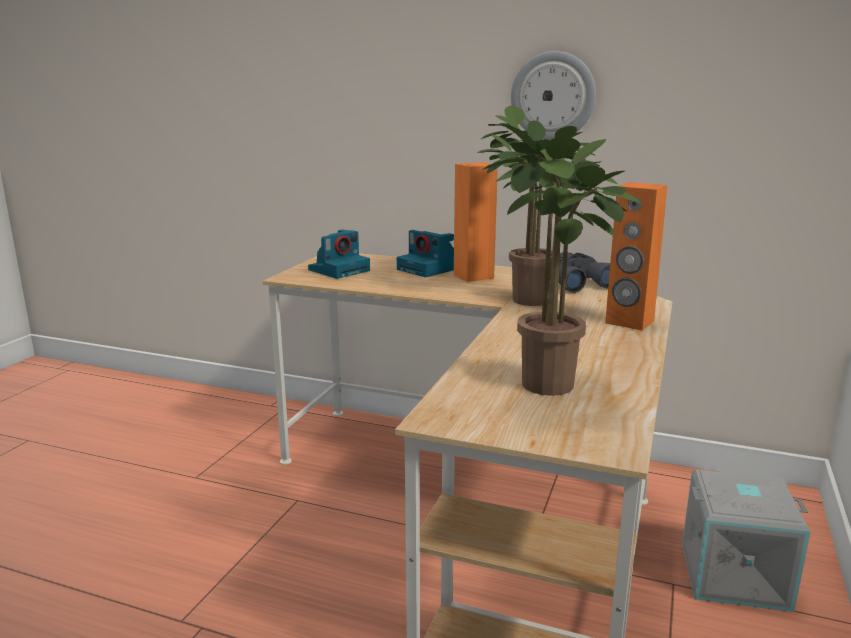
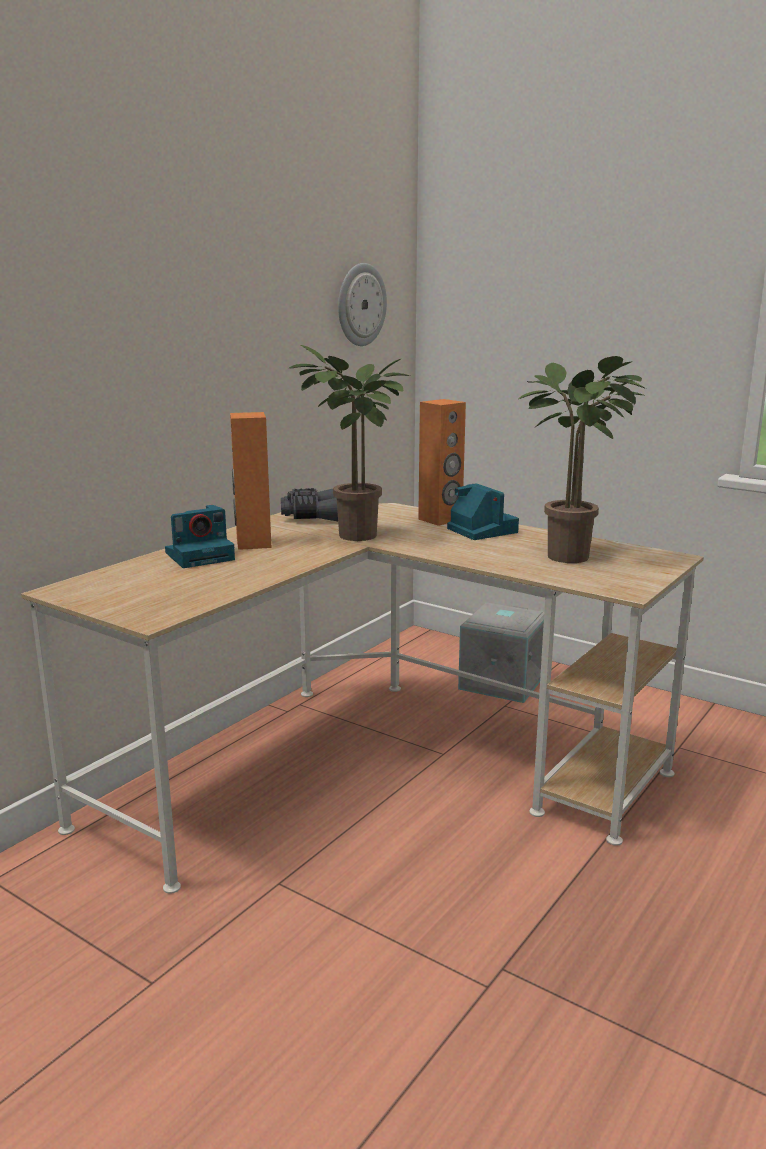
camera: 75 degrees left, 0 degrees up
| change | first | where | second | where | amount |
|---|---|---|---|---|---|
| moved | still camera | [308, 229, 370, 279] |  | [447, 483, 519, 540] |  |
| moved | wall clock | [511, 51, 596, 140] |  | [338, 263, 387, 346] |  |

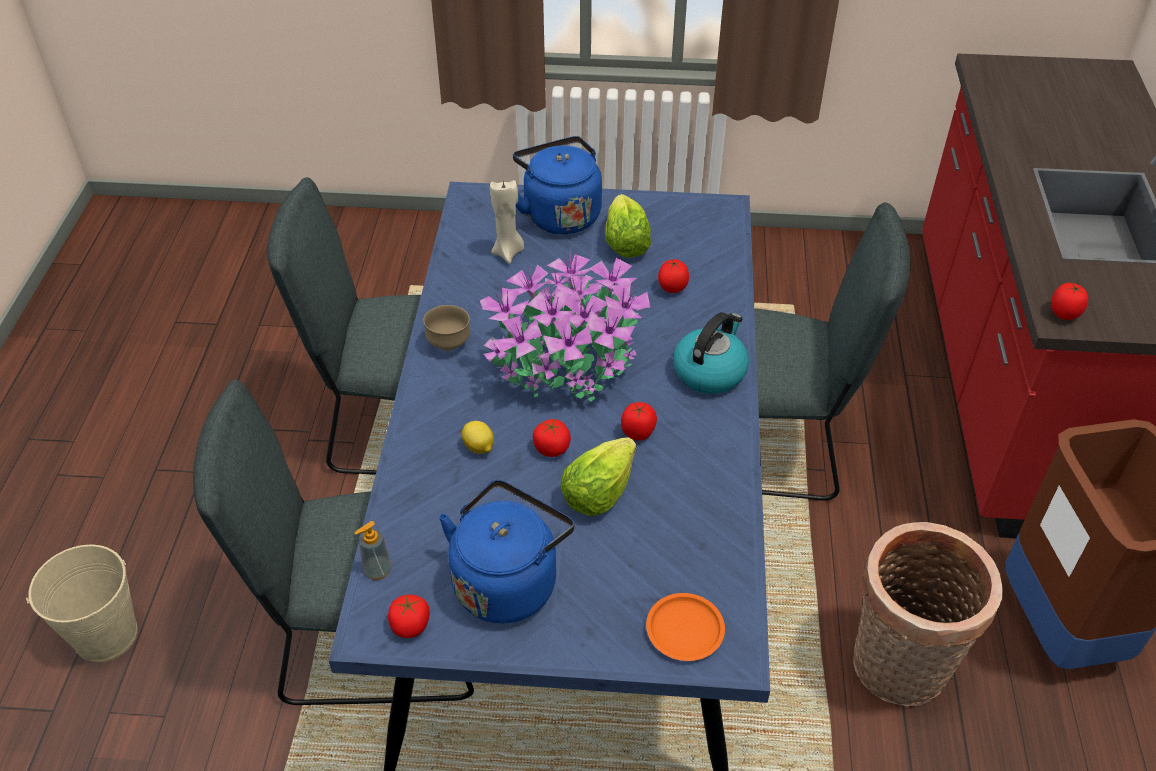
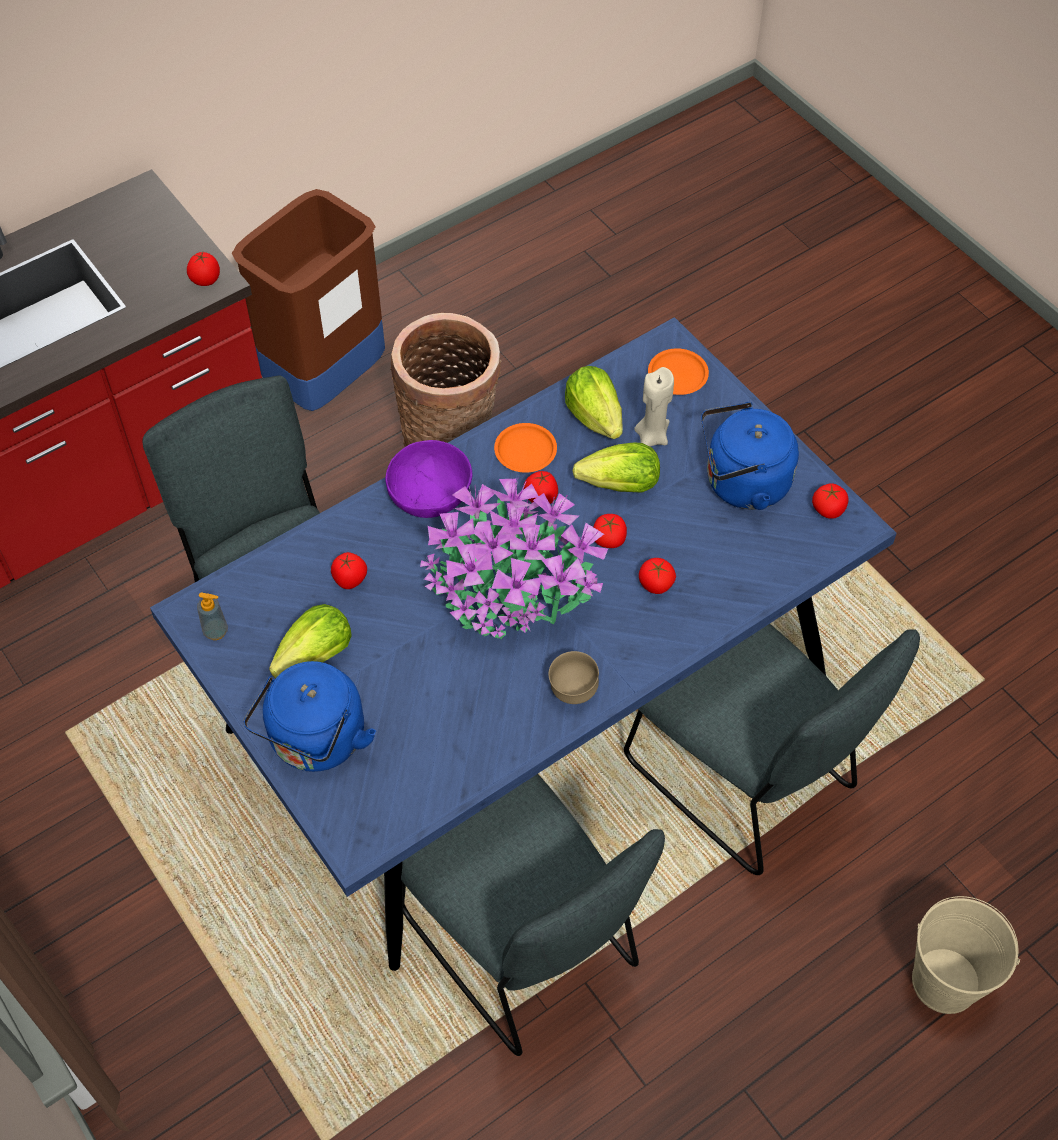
camera: 130 degrees left, 10 degrees up
| change | first | where | second | where | amount |
|---|---|---|---|---|---|
| added |  |  | dinner plate/orangey | [494, 423, 557, 473] |  |
| added |  |  | lettuce head | [565, 366, 623, 439] |  |
| moved | soap bottle | [355, 521, 391, 580] |  | [197, 592, 228, 640] |  |
| moved | candle/beige | [490, 180, 524, 264] |  | [634, 367, 674, 447] |  |
| replaced | lemon | [461, 421, 494, 454] | whole tomato | [639, 558, 676, 594] |  |
| replaced | water kettle | [673, 312, 749, 394] | deep dish/purple-coloured | [385, 440, 472, 518] |  |

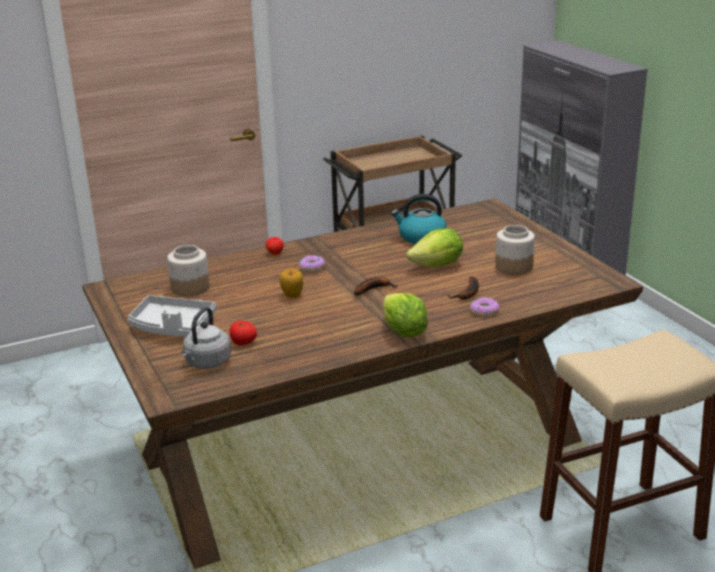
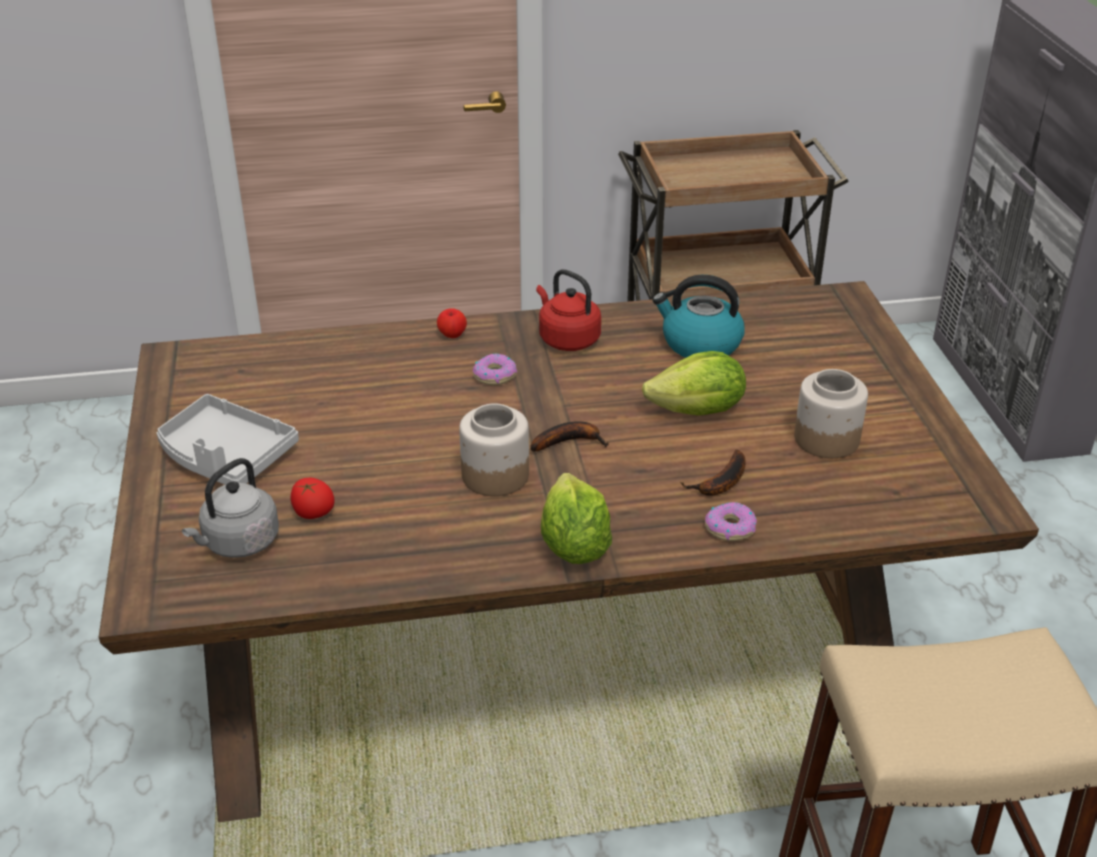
camera: 15 degrees right, 10 degrees up
| change | first | where | second | where | amount |
|---|---|---|---|---|---|
| removed | apple | [280, 269, 303, 298] |  |  |  |
| added |  |  | water kettle/red | [536, 269, 601, 351] |  |
| moved | storage jar | [167, 245, 209, 296] |  | [459, 403, 529, 496] |  |

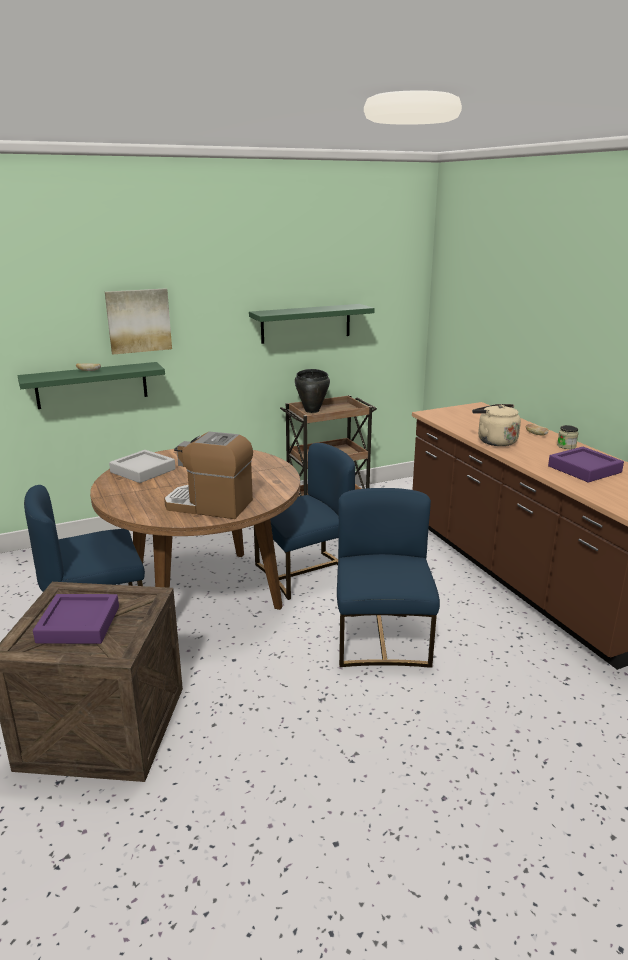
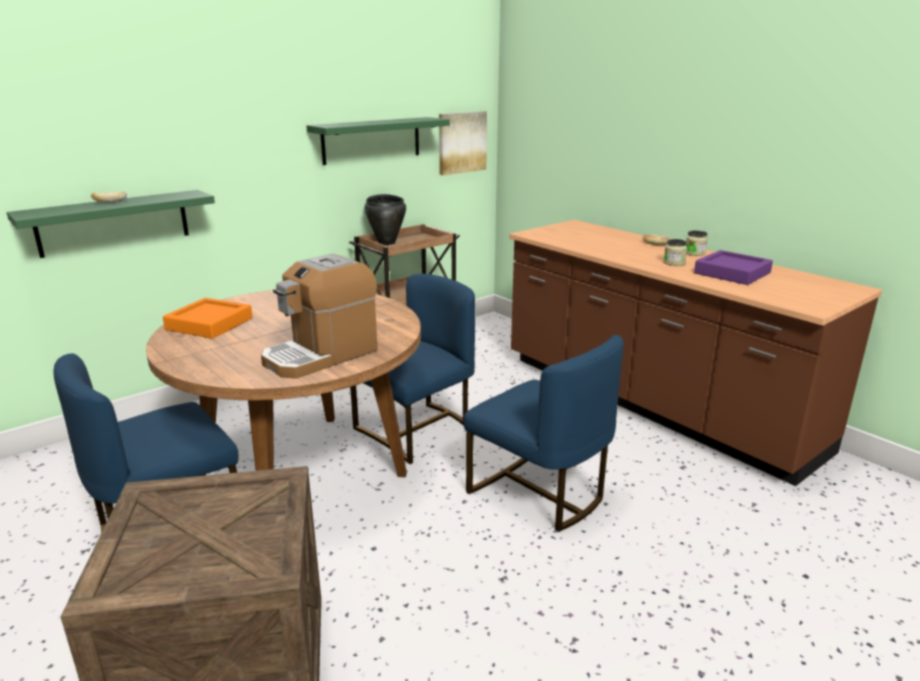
camera: 15 degrees left, 0 degrees up
| change | first | where | second | where | amount |
|---|---|---|---|---|---|
| removed | tray/purple-coloured | [33, 594, 119, 644] |  |  |  |
| removed | water kettle/beige | [472, 404, 521, 446] |  |  |  |
| added |  |  | storage jar | [664, 239, 687, 266] |  |
| moved | wall picture | [105, 288, 172, 354] |  | [439, 111, 487, 175] |  |
| recoloured | tray/gray | [109, 450, 176, 483] | tray/orangey | [163, 298, 253, 339] |  |
| turned | coffee maker | [164, 431, 253, 519] |  | [261, 254, 377, 379] | 45 degrees counterclockwise |
| turned | chair/bluish | [337, 488, 440, 668] |  | [463, 335, 624, 532] | 150 degrees clockwise |

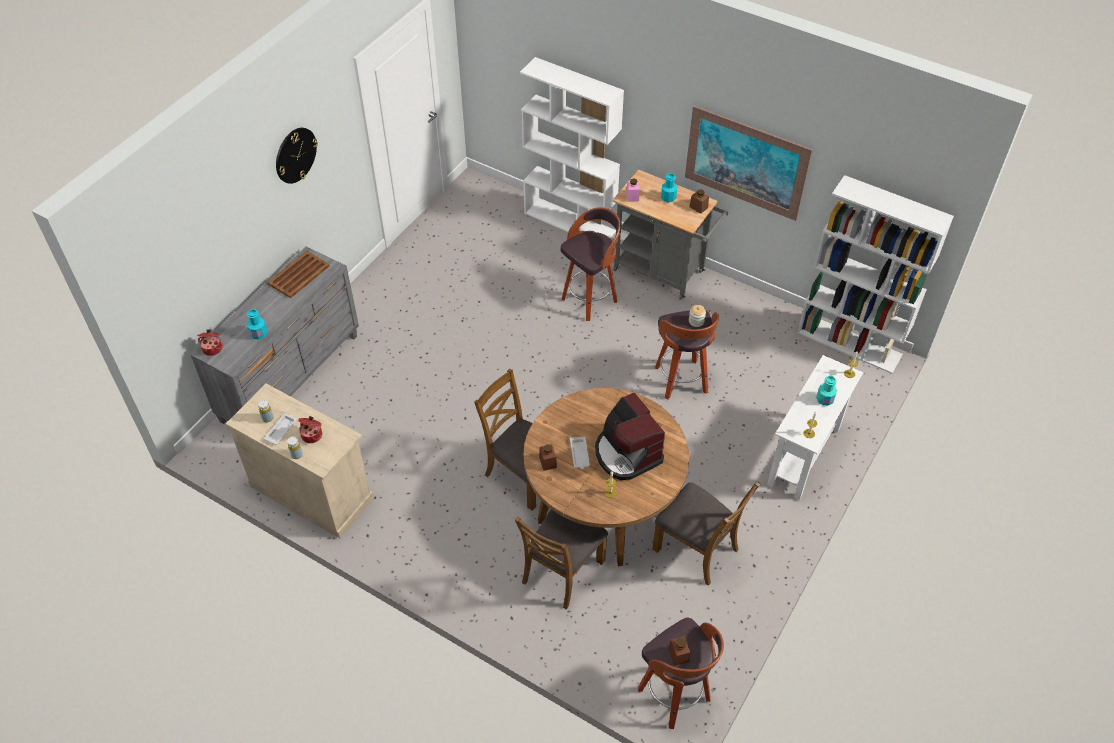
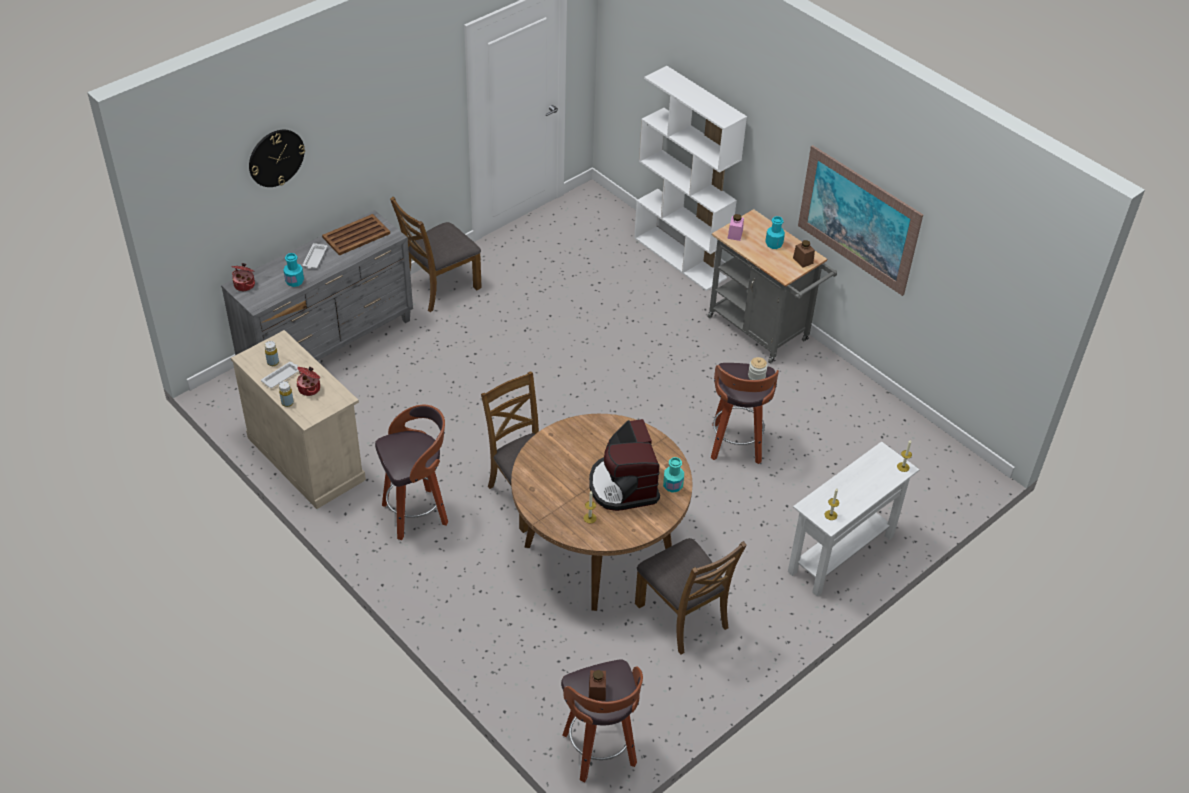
camera: 15 degrees right, 5 degrees down
| change | first | where | second | where | amount |
|---|---|---|---|---|---|
| removed | storage jar/brown-coloured | [539, 444, 557, 471] |  |  |  |
| removed | bookcase/white-coloured | [797, 175, 954, 374] |  |  |  |
| moved | wall clock | [276, 128, 318, 184] |  | [249, 130, 305, 187] |  |
| moved | chair/brown-coloured | [515, 509, 608, 610] |  | [390, 197, 482, 312] |  |
| moved | stool seat | [560, 207, 620, 321] |  | [375, 405, 448, 540] |  |
| moved | tray/white-coloured | [570, 437, 590, 469] |  | [303, 243, 327, 269] |  |
| moved | beverage bottle/turquoise | [816, 376, 837, 406] |  | [663, 457, 684, 493] |  |

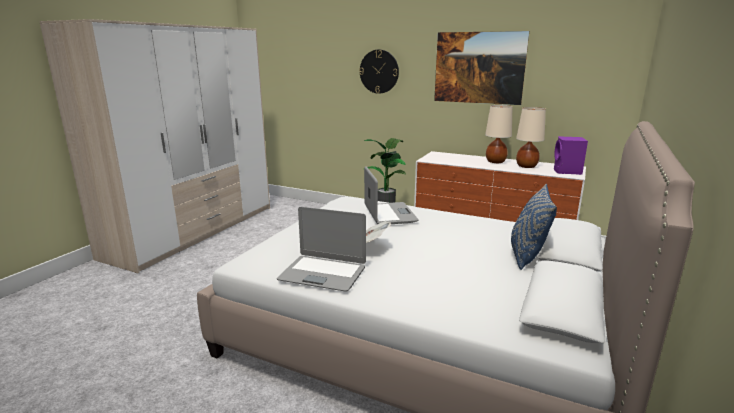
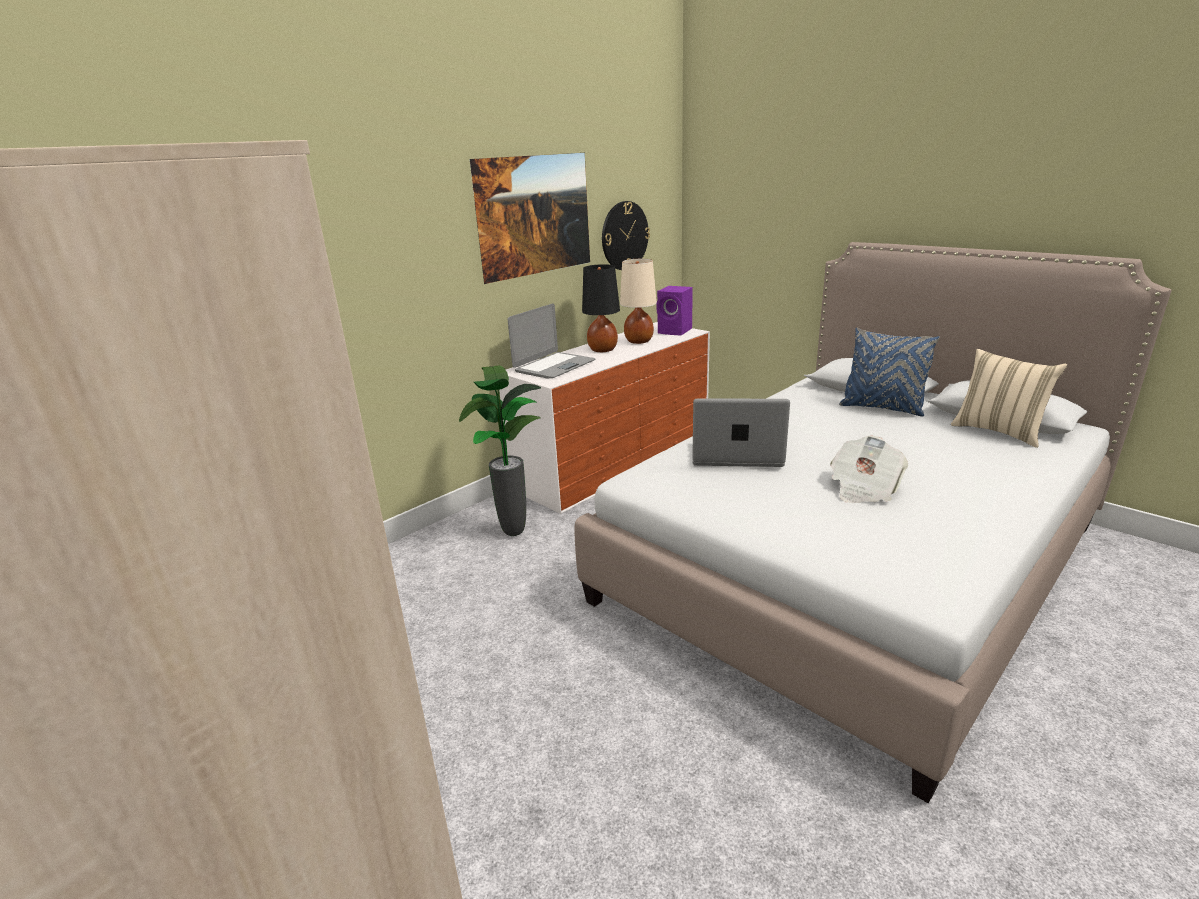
camera: 70 degrees left, 5 degrees up
| change | first | where | second | where | amount |
|---|---|---|---|---|---|
| added |  |  | throw pillow/beige | [951, 349, 1067, 448] |  |
| moved | laptop | [277, 207, 366, 292] |  | [508, 304, 595, 378] |  |
| moved | wall clock | [359, 50, 399, 94] |  | [602, 201, 650, 270] |  |
| recoloured | table lamp/beige | [485, 105, 513, 163] | table lamp/black | [582, 264, 620, 352] |  |

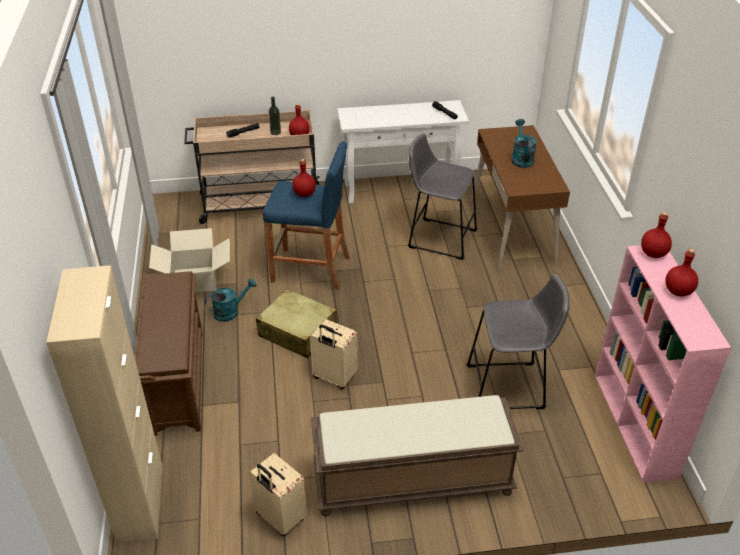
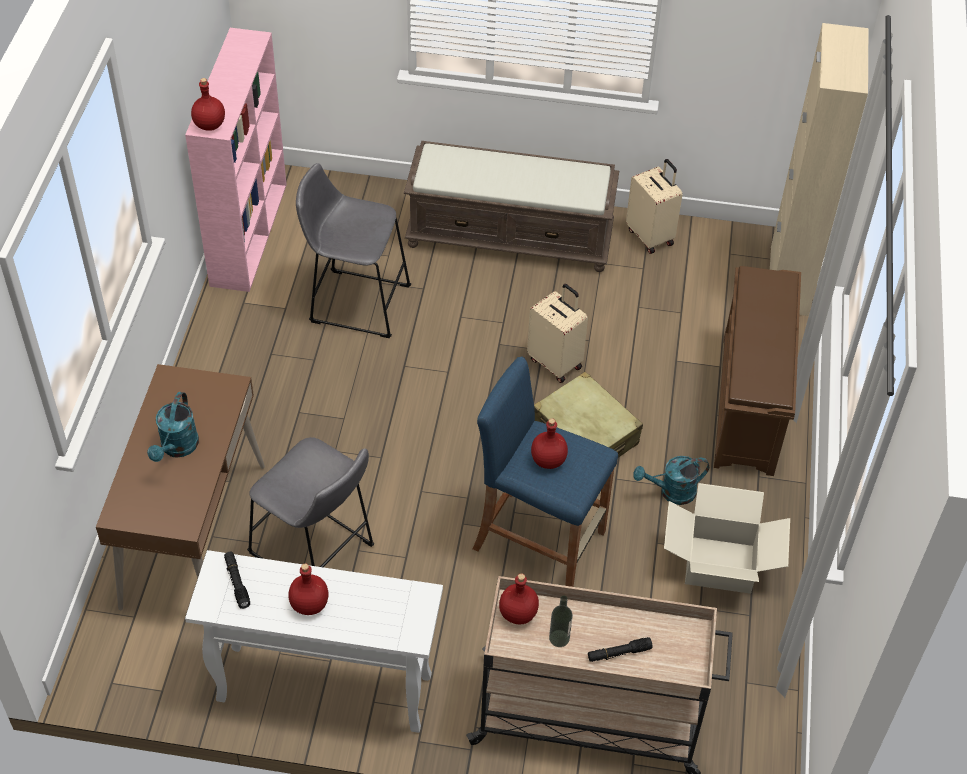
camera: 165 degrees left, 10 degrees up
| change | first | where | second | where | amount |
|---|---|---|---|---|---|
| moved | beverage bottle/red | [665, 249, 698, 296] |  | [289, 564, 328, 615] |  |

